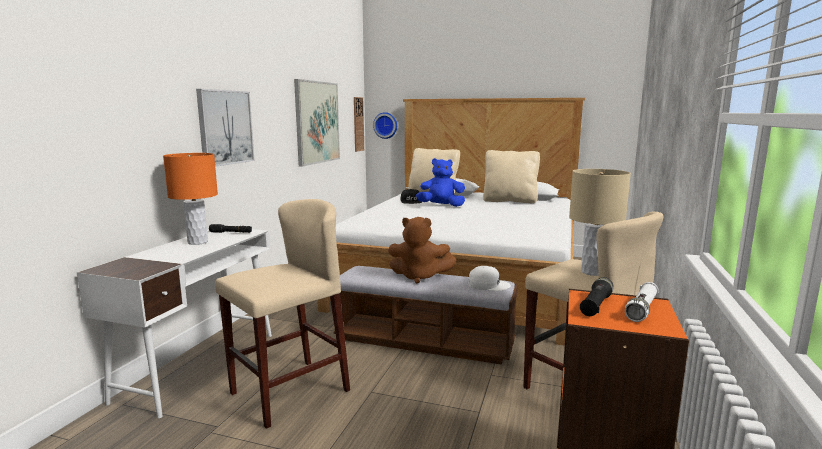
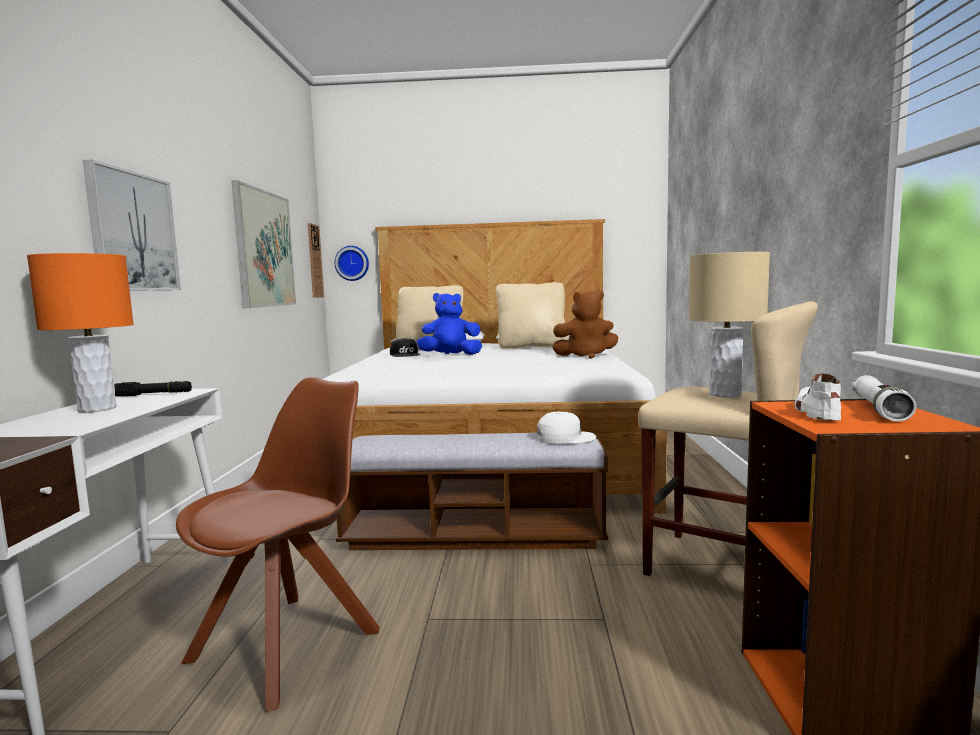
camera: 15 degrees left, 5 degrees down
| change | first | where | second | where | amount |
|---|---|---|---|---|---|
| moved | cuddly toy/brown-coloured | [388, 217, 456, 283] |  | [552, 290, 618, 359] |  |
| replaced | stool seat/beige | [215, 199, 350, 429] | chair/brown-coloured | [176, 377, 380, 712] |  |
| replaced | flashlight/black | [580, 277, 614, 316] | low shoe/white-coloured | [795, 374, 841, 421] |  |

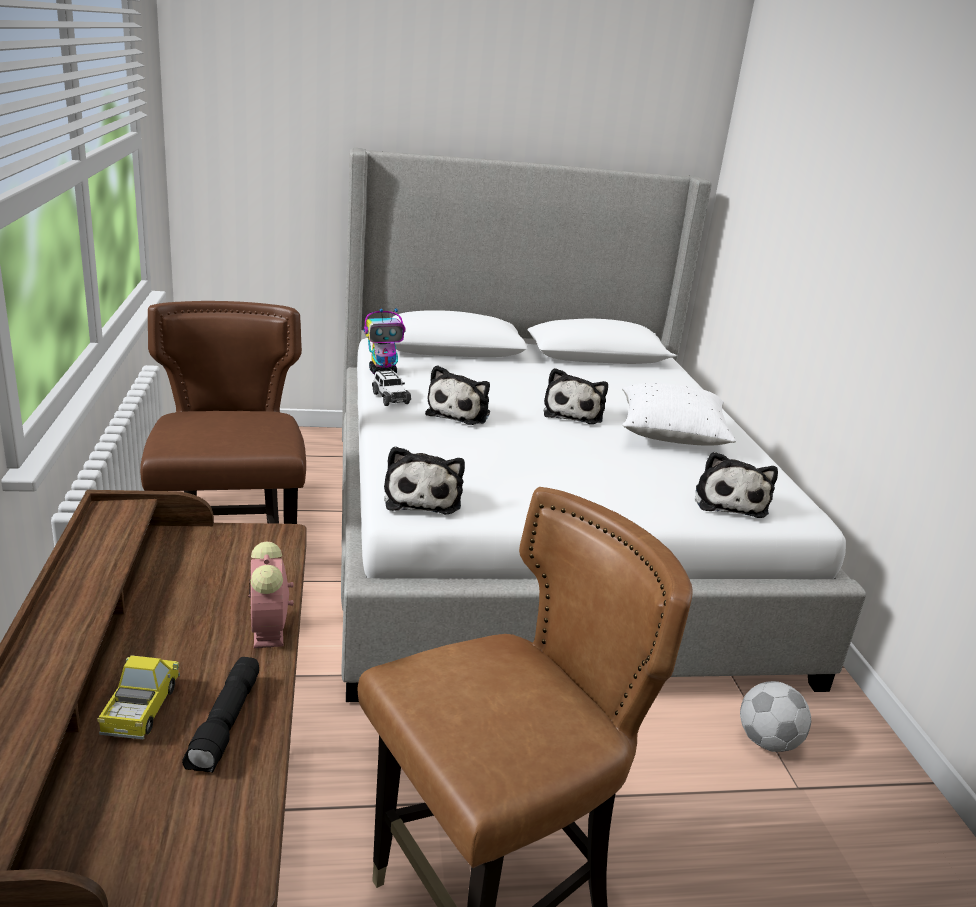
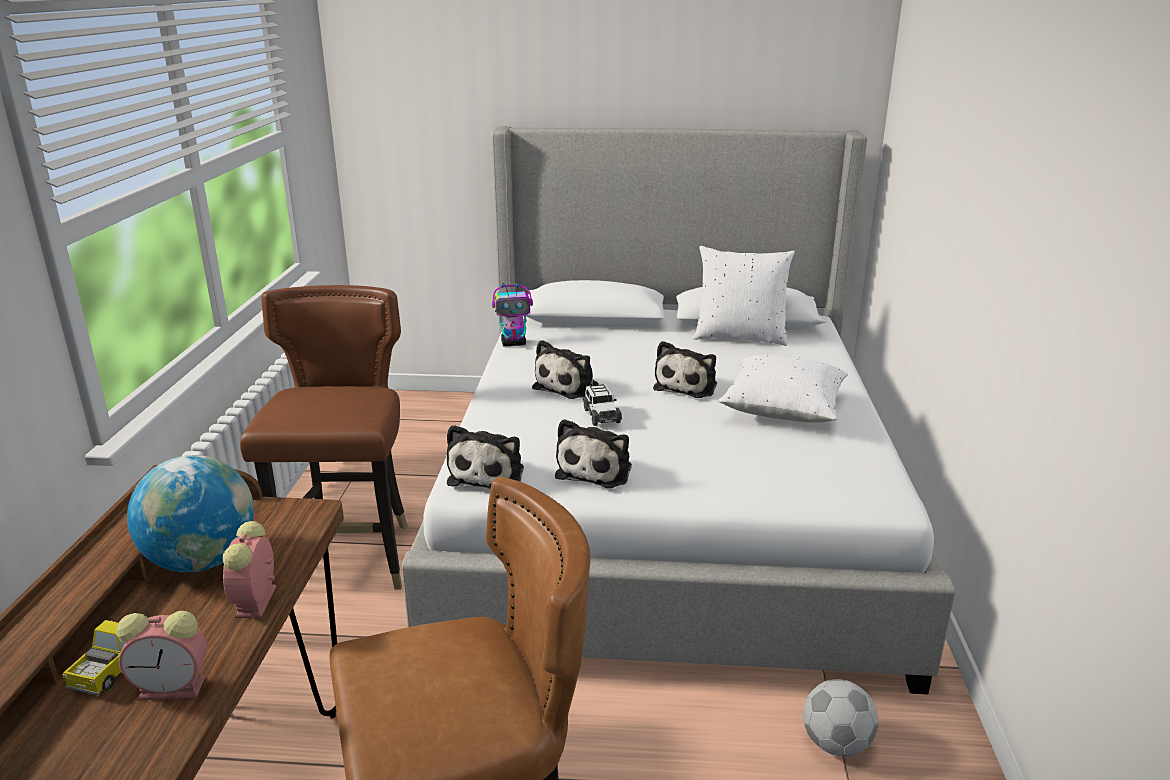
camera: 15 degrees right, 0 degrees up
| change | first | where | second | where | amount |
|---|---|---|---|---|---|
| added |  |  | desk globe | [127, 455, 254, 573] |  |
| added |  |  | throw pillow/white-coloured | [693, 246, 795, 346] |  |
| moved | miniature car | [372, 370, 411, 406] |  | [583, 384, 622, 426] |  |
| moved | cuddly toy | [695, 452, 778, 518] |  | [555, 419, 632, 488] |  |
| replaced | flashlight/black | [182, 657, 259, 773] | alarm clock | [116, 611, 207, 701] |  |

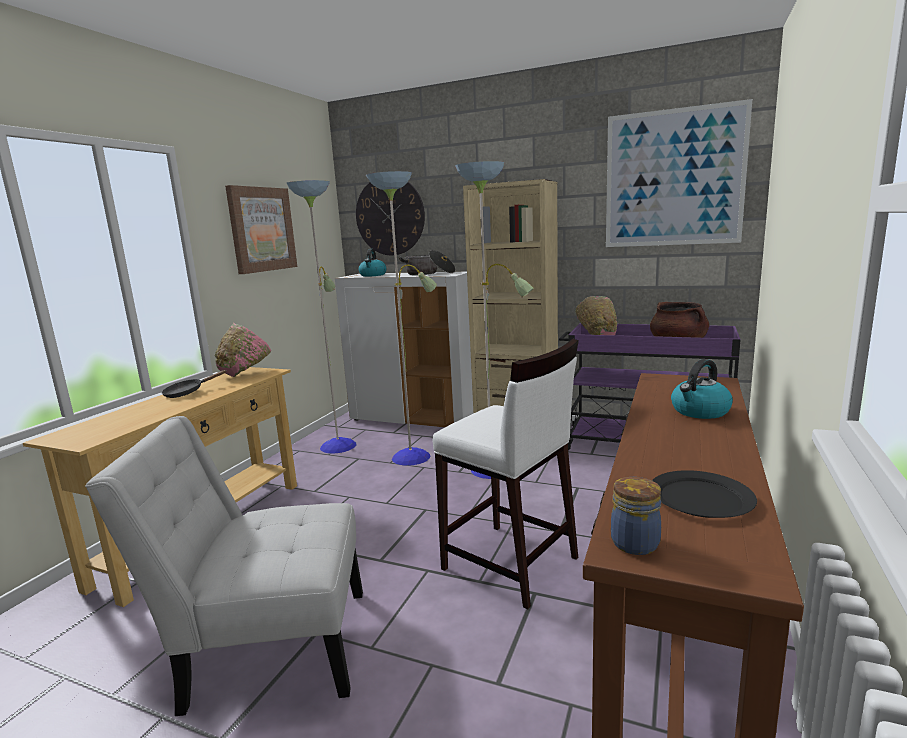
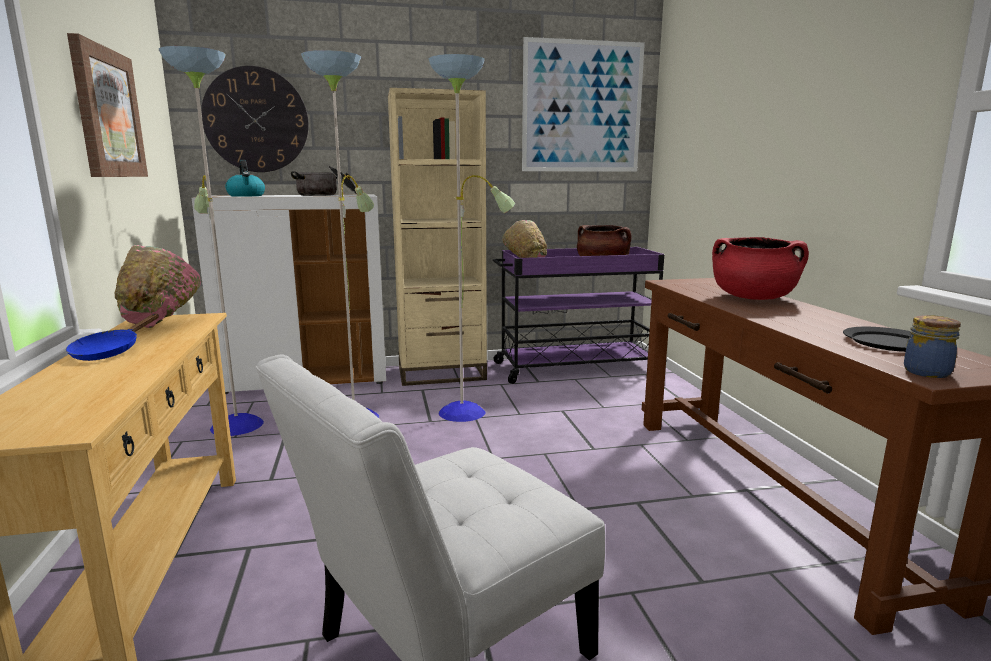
camera: 35 degrees left, 0 degrees up
| change | first | where | second | where | amount |
|---|---|---|---|---|---|
| removed | stool seat/white-coloured | [433, 339, 579, 609] |  |  |  |
| replaced | water kettle | [671, 359, 733, 419] | cooking pot/red | [712, 237, 809, 300] |  |
| recoloured | skillet/black | [161, 370, 227, 398] | skillet/bluish | [66, 314, 159, 361] |  |

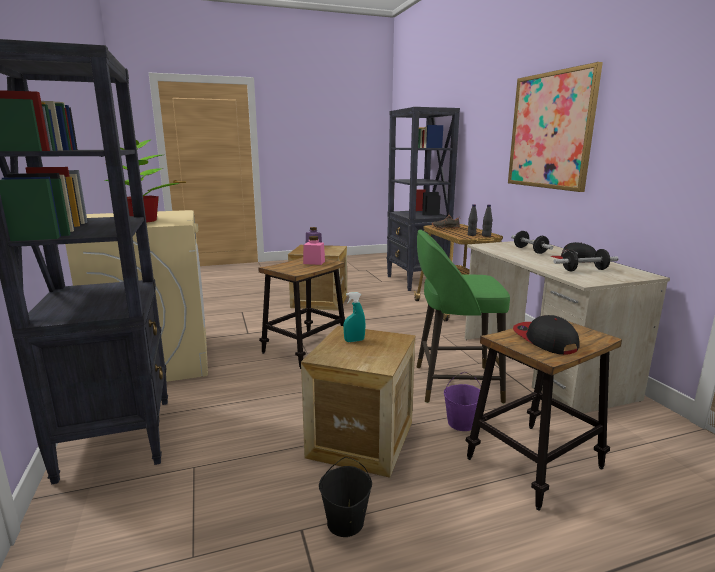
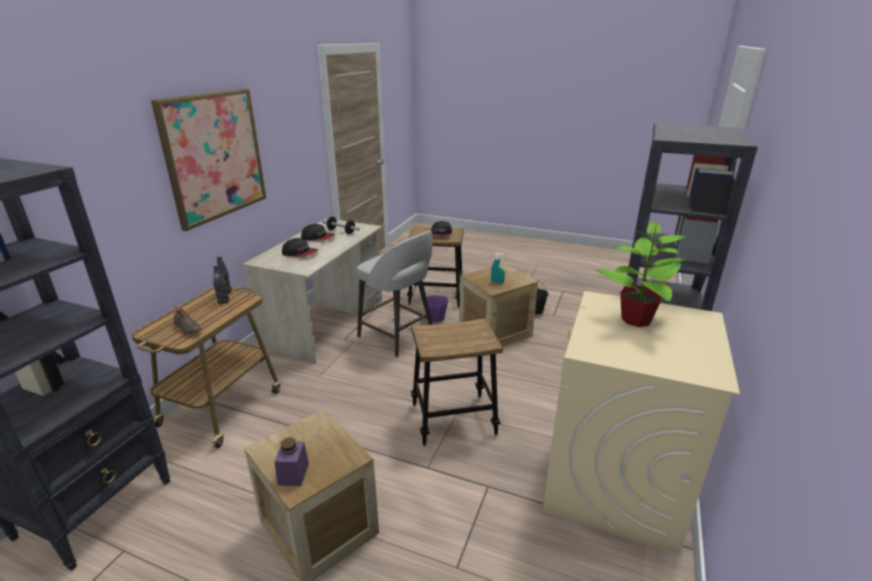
camera: 140 degrees left, 10 degrees up
| change | first | where | second | where | amount |
|---|---|---|---|---|---|
| removed | storage jar/pink | [303, 236, 325, 265] |  |  |  |
| replaced | dumbbell | [511, 231, 553, 254] | cap | [282, 238, 318, 257] |  |
| recoloured | stool seat/green-coloured | [417, 230, 510, 403] | stool seat/gray | [357, 231, 433, 357] |  |

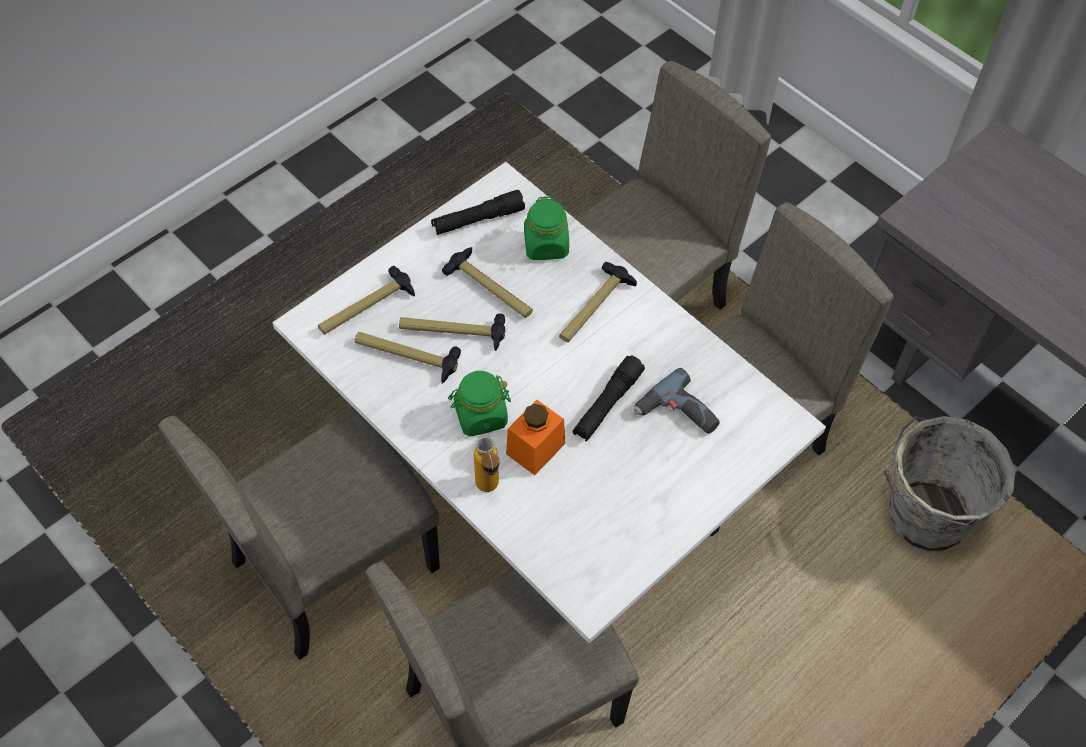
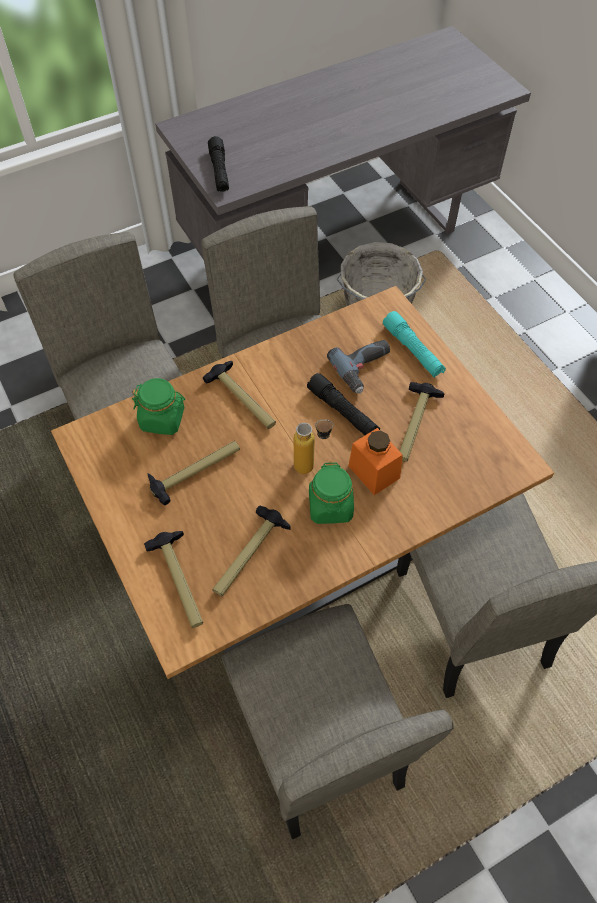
camera: 75 degrees left, 0 degrees up
| change | first | where | second | where | amount |
|---|---|---|---|---|---|
| added |  |  | flashlight/turquoise | [383, 311, 446, 378] |  |
| moved | tool hammer | [399, 314, 505, 351] |  | [399, 382, 445, 462] |  |
| moved | flashlight/black | [431, 190, 525, 235] |  | [208, 136, 229, 192] |  |
| moved | beverage bottle | [474, 437, 499, 492] |  | [294, 419, 333, 474] |  |
| recoloured | dining table/white-coloured | [273, 162, 826, 643] | dining table/brown-coloured | [51, 286, 554, 679] |  |

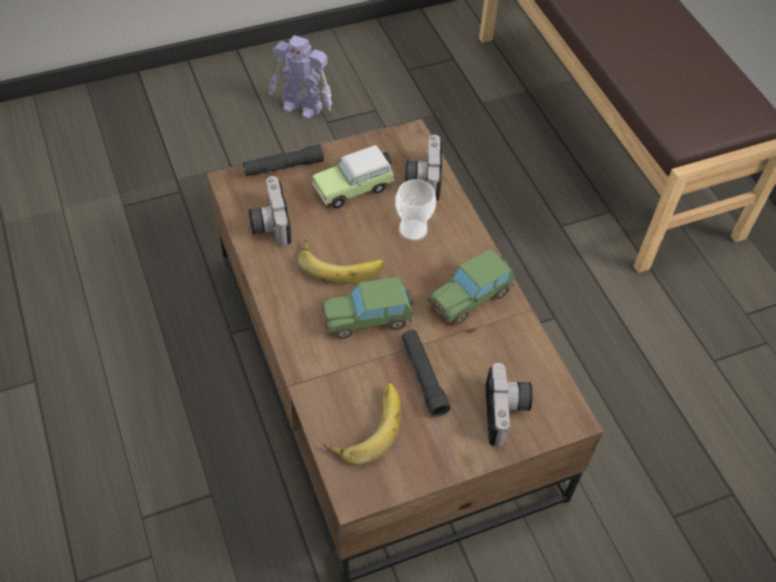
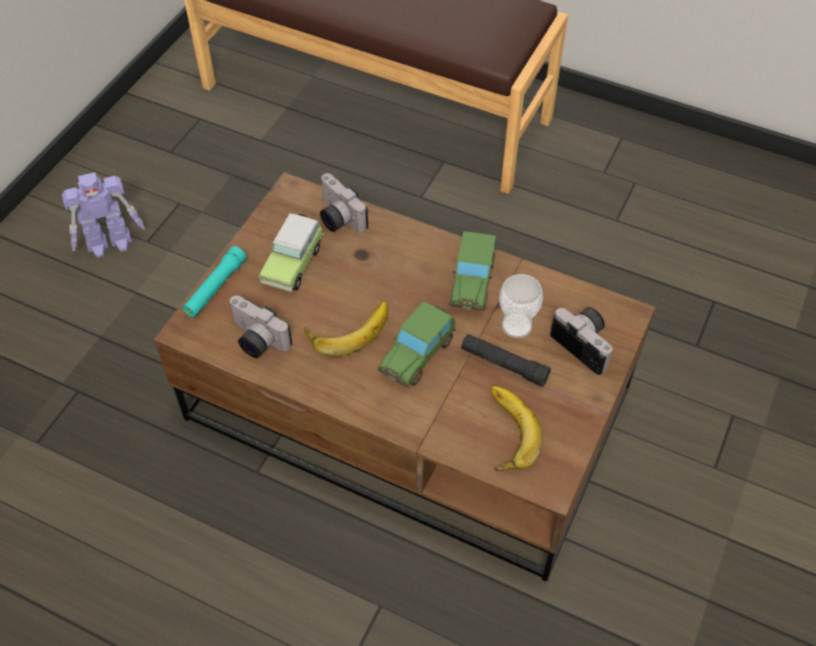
camera: 40 degrees left, 0 degrees up
| change | first | where | second | where | amount |
|---|---|---|---|---|---|
| moved | small cup | [395, 179, 436, 241] |  | [499, 274, 543, 338] |  |
| recoloured | flashlight/black | [243, 144, 324, 176] | flashlight/turquoise | [183, 246, 247, 317] |  |

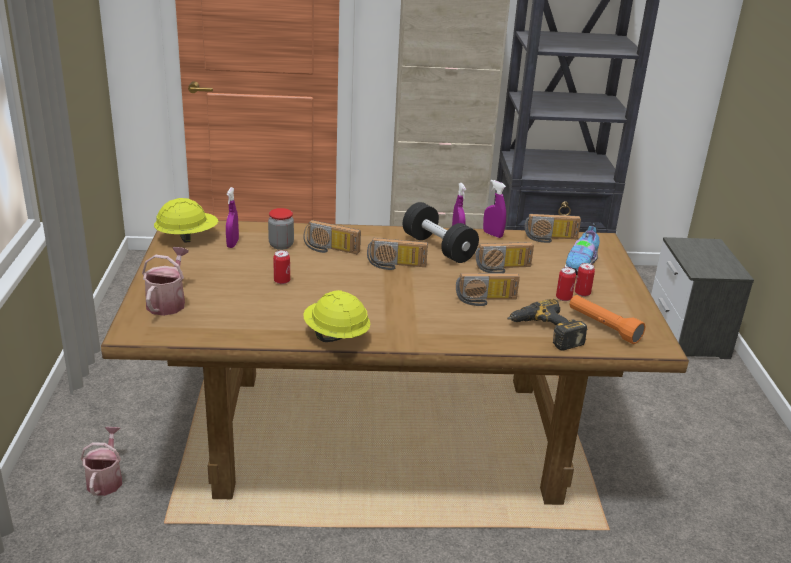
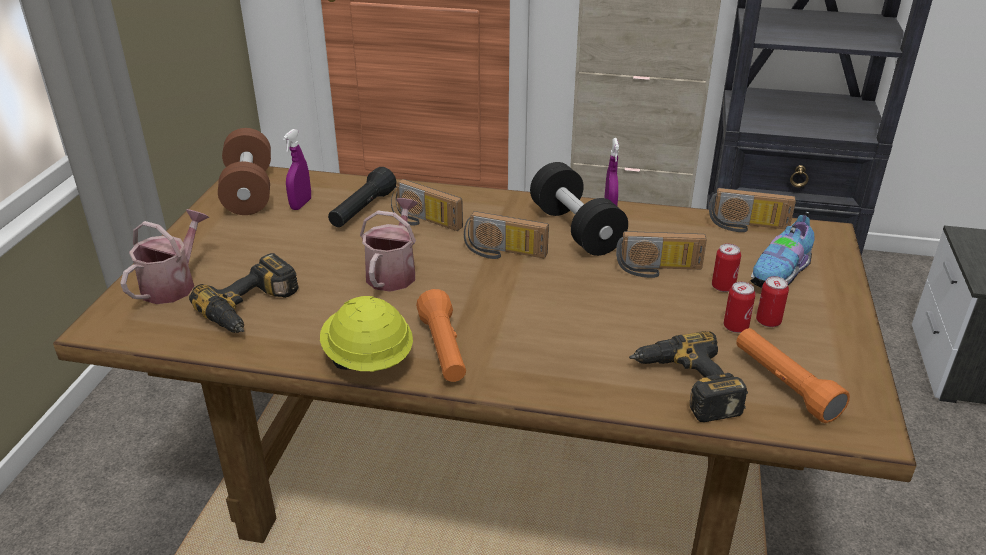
camera: 15 degrees right, 5 degrees up
| change | first | where | second | where | amount |
|---|---|---|---|---|---|
| removed | radio receiver | [456, 273, 520, 306] |  |  |  |
| removed | hand sprayer/purple-coloured | [483, 180, 506, 238] |  |  |  |
| added |  |  | electric drill | [189, 253, 298, 333] |  |
| added |  |  | flashlight/orangey | [416, 289, 466, 382] |  |
| moved | sprinkling can | [81, 427, 122, 496] |  | [360, 198, 418, 292] |  |
| moved | metal can | [273, 250, 290, 284] |  | [712, 244, 741, 292] |  |
| replaced | safety helmet/yellow | [154, 198, 218, 243] | dumbbell/brown-coloured | [218, 128, 271, 215] |  |
| replaced | storage jar | [268, 208, 294, 250] | flashlight/black | [328, 167, 397, 227] |  |

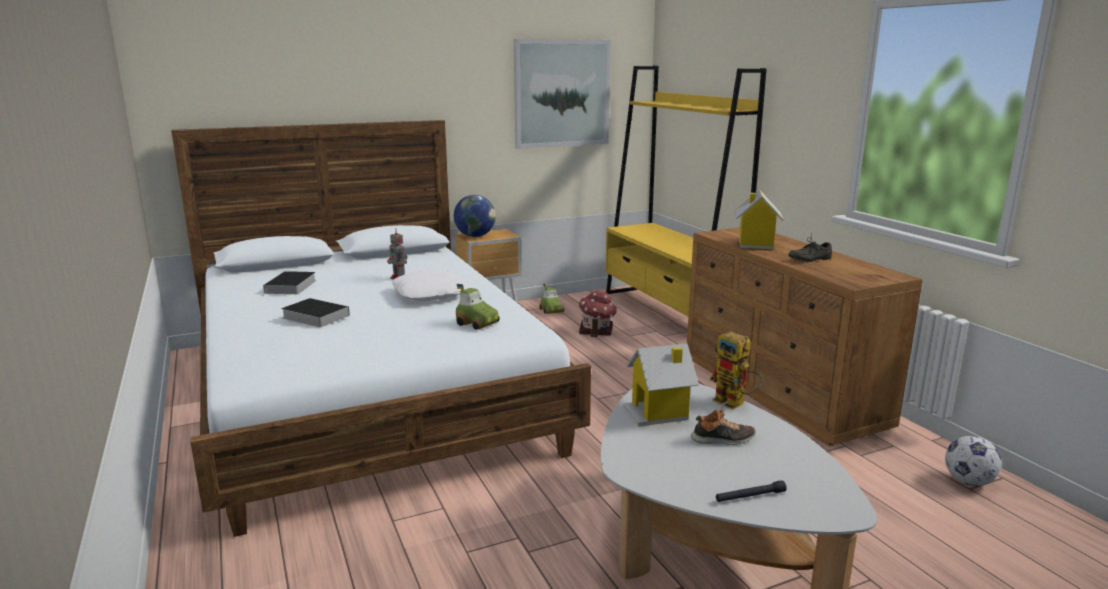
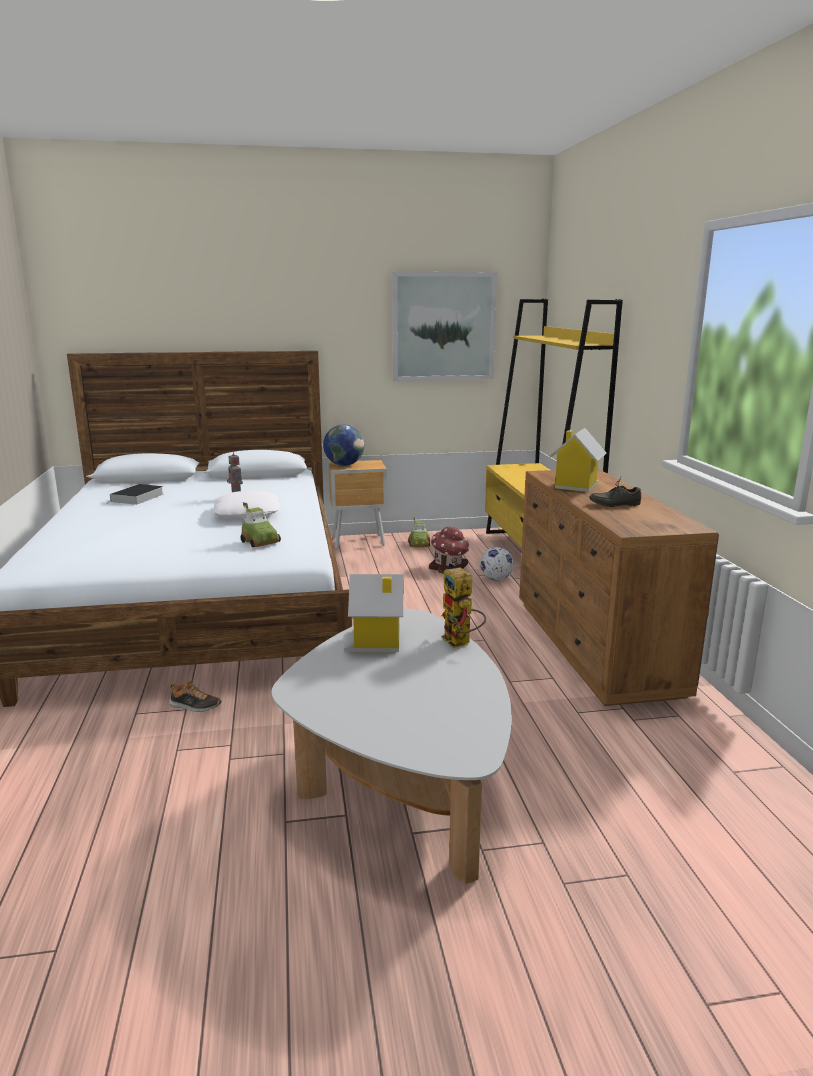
camera: 15 degrees right, 0 degrees up
| change | first | where | second | where | amount |
|---|---|---|---|---|---|
| removed | bound book | [281, 298, 350, 327] |  |  |  |
| removed | flashlight/black | [716, 481, 787, 502] |  |  |  |
| moved | low shoe | [691, 409, 756, 445] |  | [169, 681, 221, 712] |  |
| moved | football | [945, 436, 1002, 486] |  | [480, 547, 514, 580] |  |

